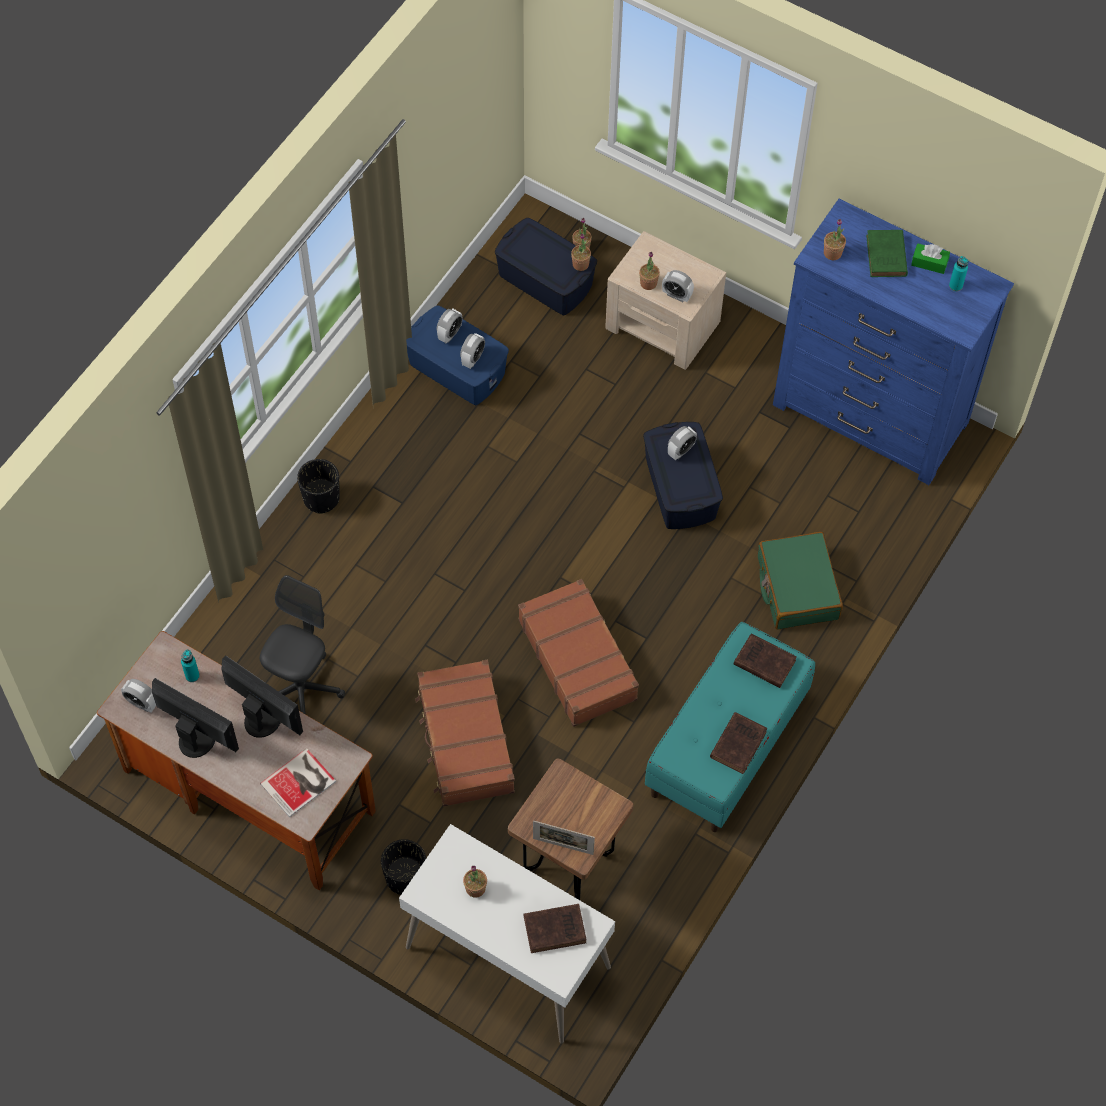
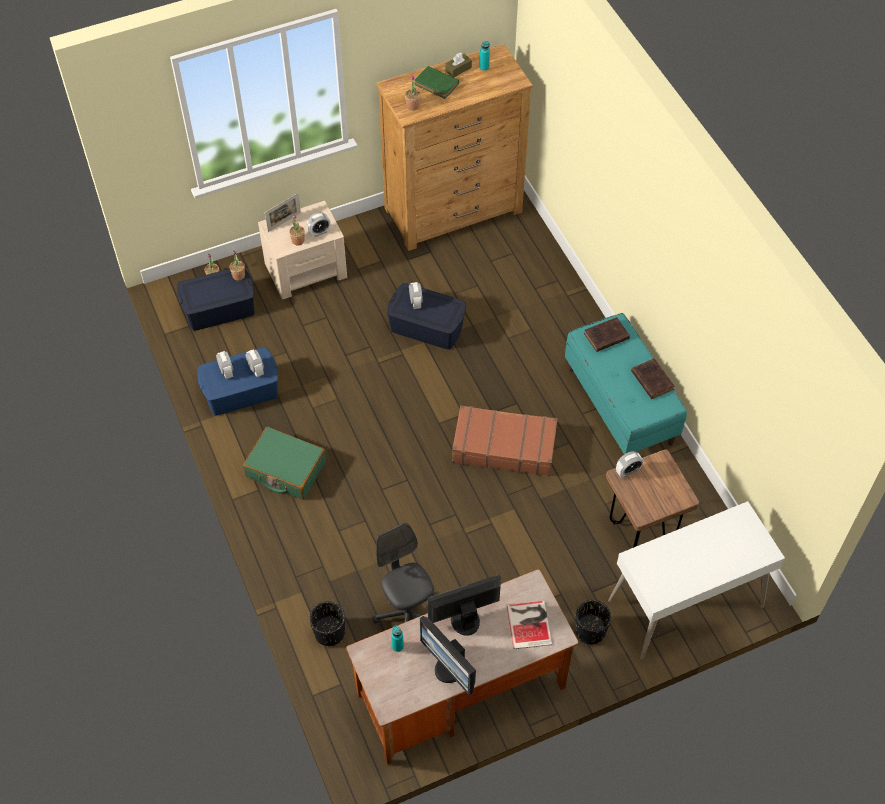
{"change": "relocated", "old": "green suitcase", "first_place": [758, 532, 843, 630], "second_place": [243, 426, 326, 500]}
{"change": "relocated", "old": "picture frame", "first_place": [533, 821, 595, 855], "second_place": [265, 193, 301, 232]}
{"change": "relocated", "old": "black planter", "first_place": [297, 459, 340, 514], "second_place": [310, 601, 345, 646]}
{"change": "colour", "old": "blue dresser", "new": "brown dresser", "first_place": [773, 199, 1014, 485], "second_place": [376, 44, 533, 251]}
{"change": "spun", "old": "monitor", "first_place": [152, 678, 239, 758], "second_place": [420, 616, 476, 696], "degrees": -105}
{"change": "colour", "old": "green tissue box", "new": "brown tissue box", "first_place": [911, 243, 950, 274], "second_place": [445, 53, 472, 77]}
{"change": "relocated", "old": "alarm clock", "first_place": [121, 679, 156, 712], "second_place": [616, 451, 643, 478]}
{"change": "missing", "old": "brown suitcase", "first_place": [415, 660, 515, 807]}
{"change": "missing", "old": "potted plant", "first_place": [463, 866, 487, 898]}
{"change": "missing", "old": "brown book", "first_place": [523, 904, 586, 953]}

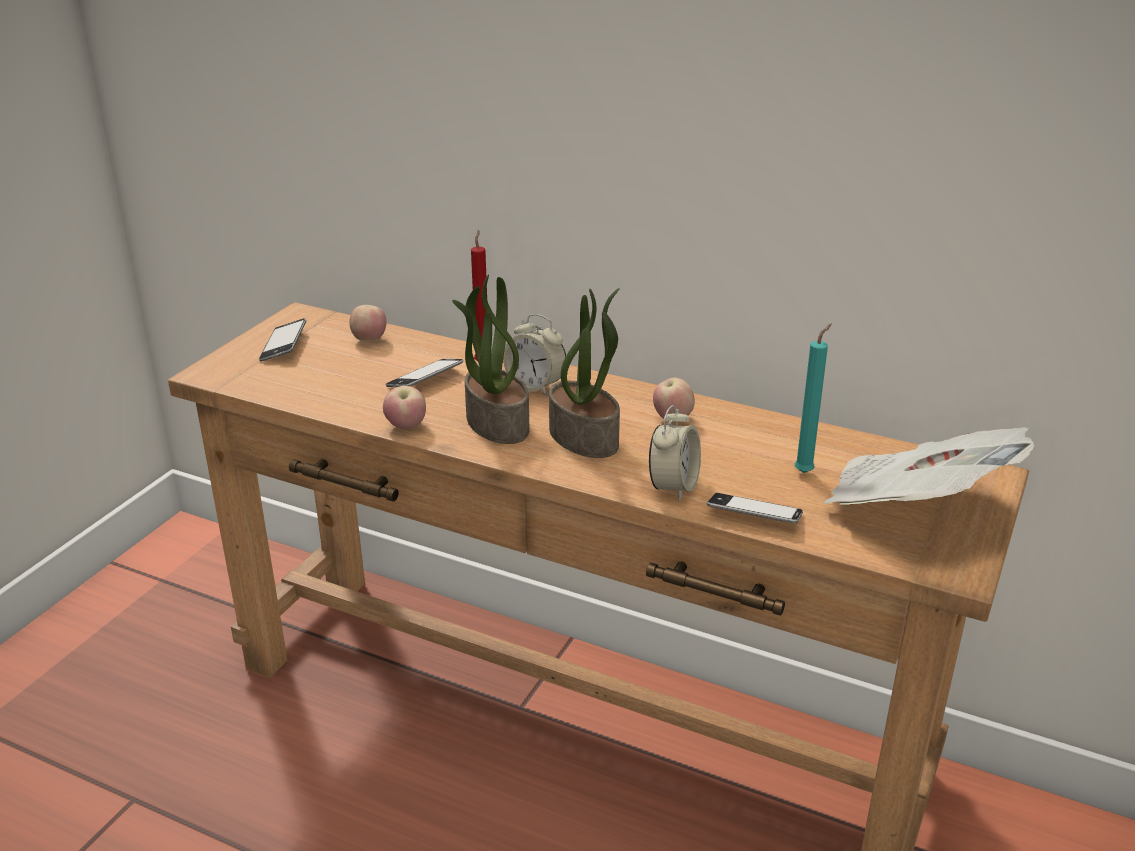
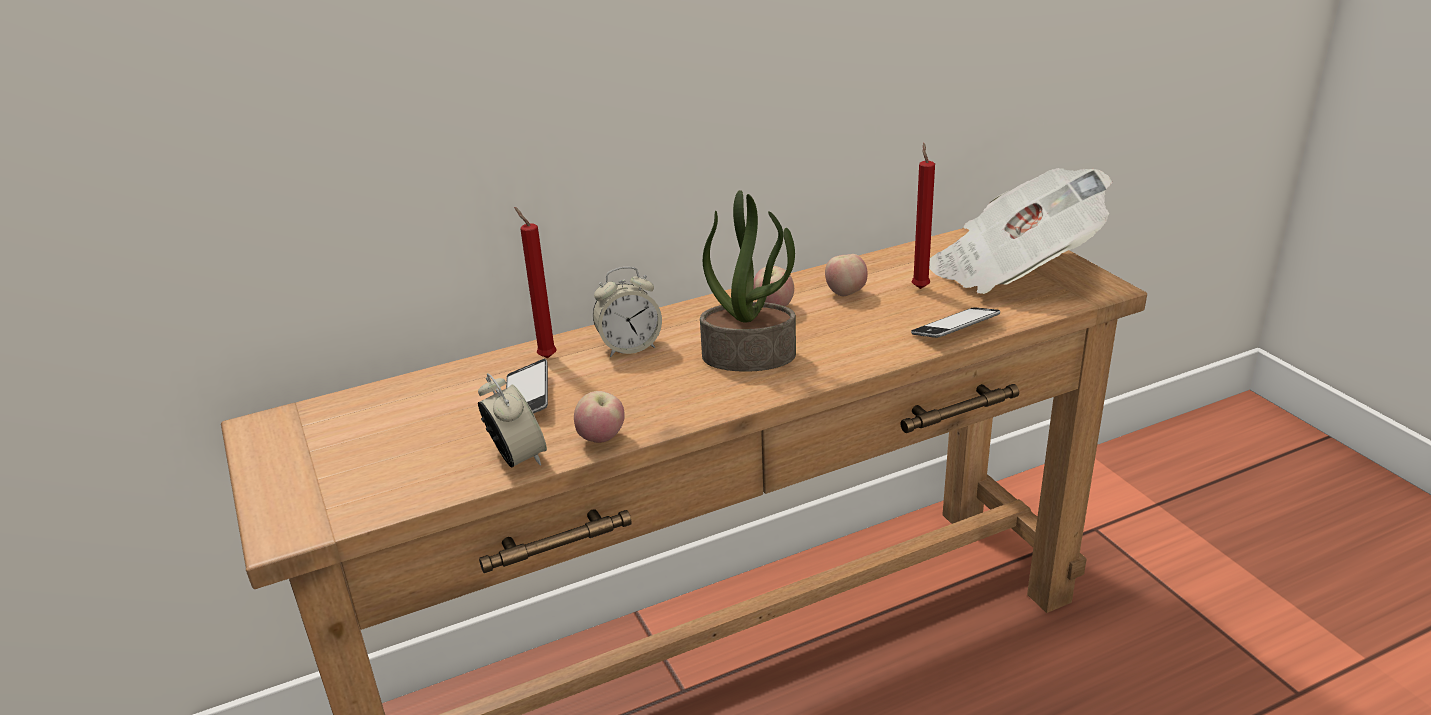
{"change": "relocated", "old": "alarm clock", "first_place": [649, 405, 701, 501], "second_place": [478, 373, 547, 468]}
{"change": "relocated", "old": "apple", "first_place": [349, 305, 386, 340], "second_place": [825, 254, 868, 296]}
{"change": "colour", "old": "turquoise candle", "new": "red candle", "first_place": [795, 323, 832, 473], "second_place": [912, 143, 935, 289]}
{"change": "missing", "old": "phone", "first_place": [259, 318, 306, 361]}
{"change": "missing", "old": "potted plant", "first_place": [452, 274, 530, 444]}

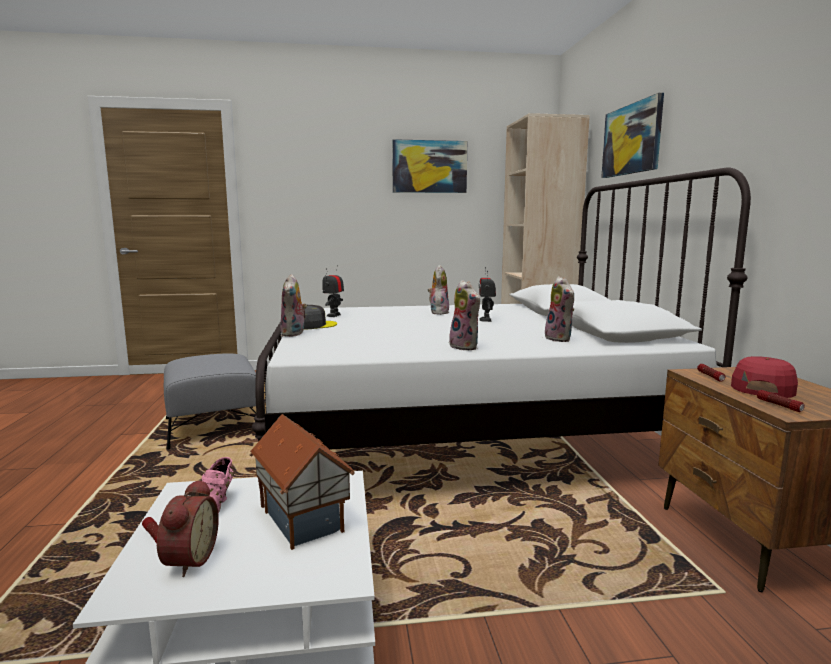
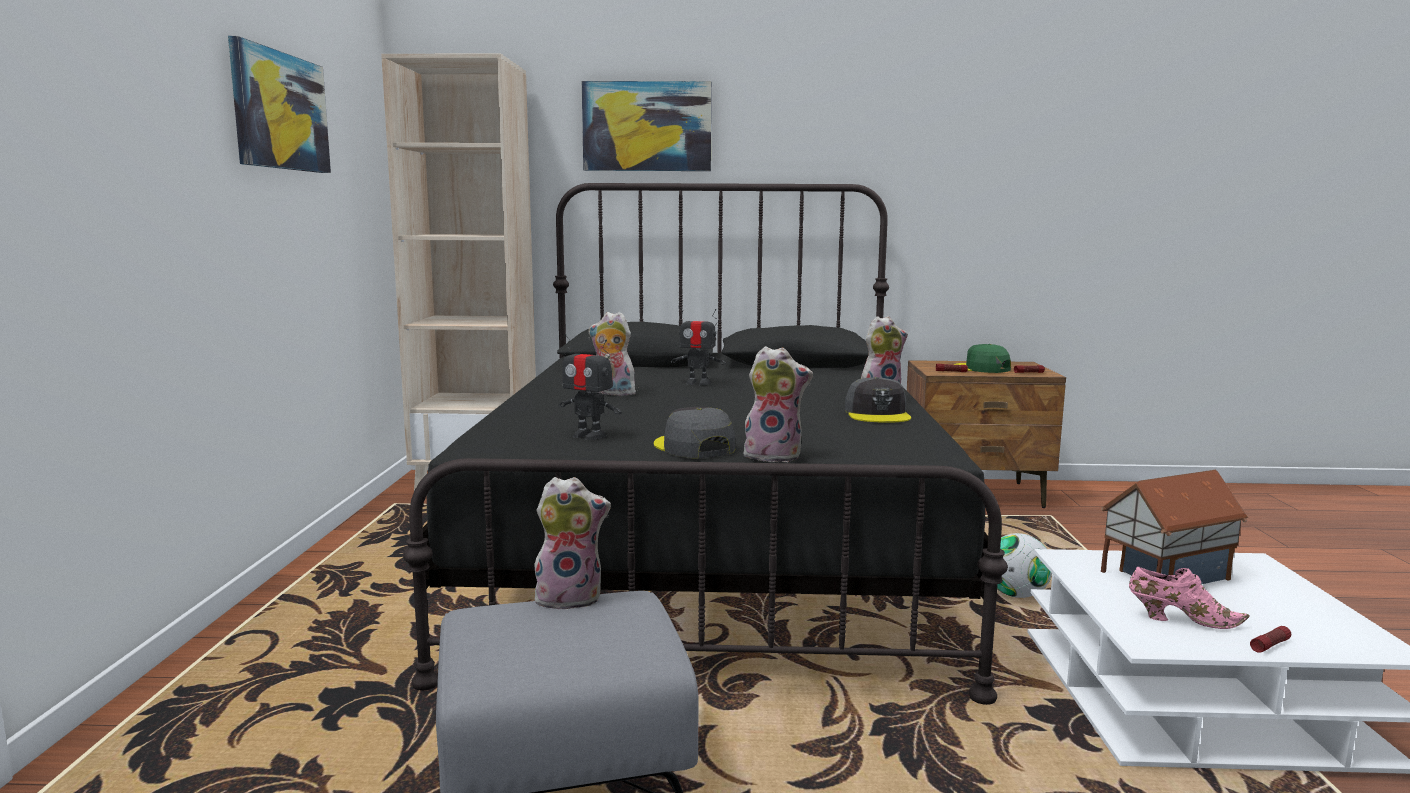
{"change": "colour", "old": "white bed", "new": "black bed", "first_place": [252, 167, 751, 449], "second_place": [403, 183, 1008, 705]}
{"change": "relocated", "old": "plush toy", "first_place": [545, 276, 574, 342], "second_place": [535, 477, 611, 610]}
{"change": "appeared", "new": "grey cap", "second_place": [845, 377, 911, 423]}
{"change": "colour", "old": "red cap", "new": "green cap", "first_place": [731, 356, 798, 398], "second_place": [953, 344, 1011, 373]}
{"change": "appeared", "new": "football", "second_place": [997, 533, 1052, 598]}
{"change": "missing", "old": "alarm clock", "first_place": [157, 479, 219, 577]}

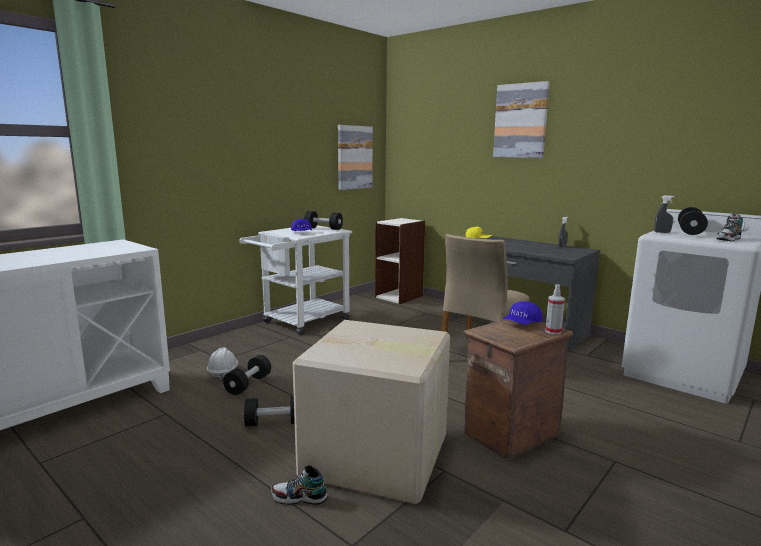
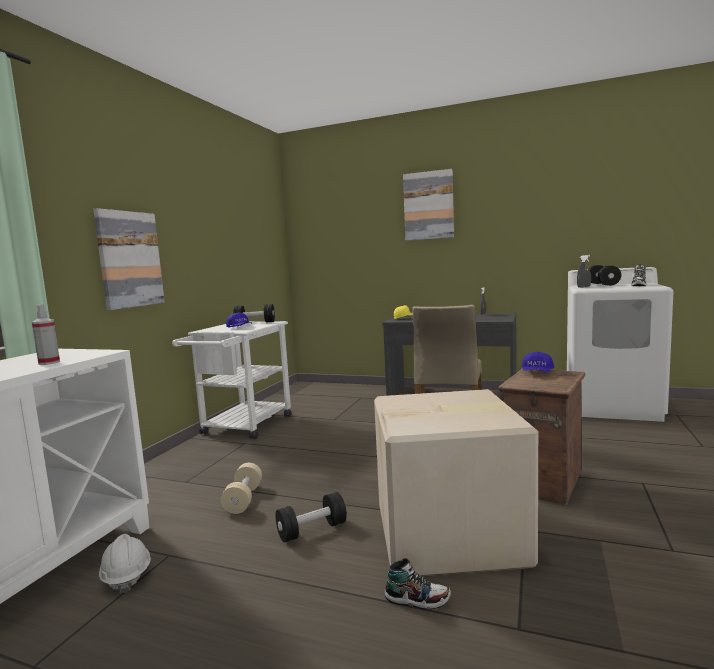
{"change": "relocated", "old": "spray bottle", "first_place": [545, 284, 565, 334], "second_place": [32, 305, 60, 365]}
{"change": "relocated", "old": "picture", "first_place": [338, 125, 373, 190], "second_place": [93, 208, 165, 310]}
{"change": "relocated", "old": "white hard hat", "first_place": [207, 347, 238, 380], "second_place": [99, 534, 151, 593]}
{"change": "colour", "old": "black dumbbell", "new": "beige dumbbell", "first_place": [223, 355, 271, 395], "second_place": [221, 463, 262, 514]}
{"change": "spun", "old": "shoe", "first_place": [271, 465, 328, 505], "second_place": [384, 558, 451, 610], "degrees": -150}
{"change": "missing", "old": "bookcase", "first_place": [375, 218, 425, 304]}

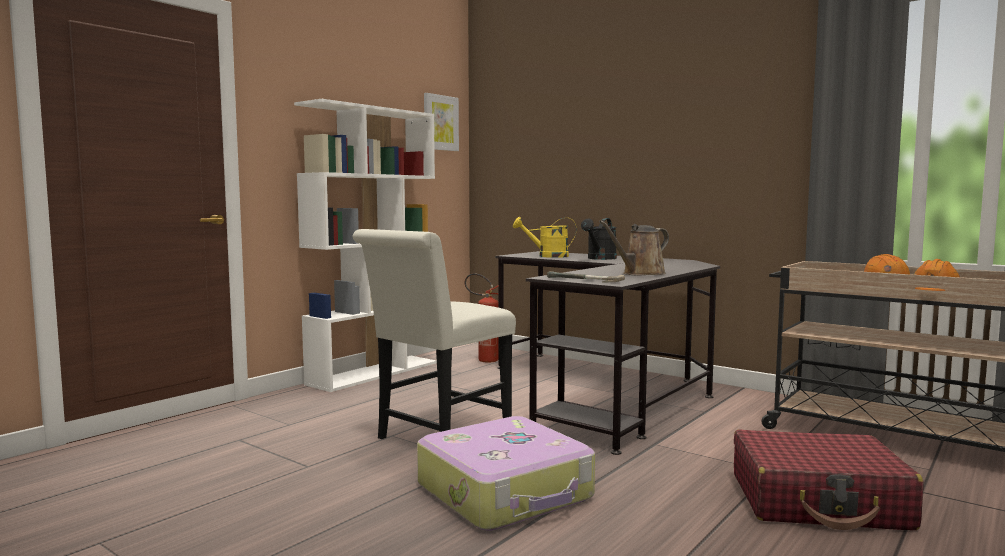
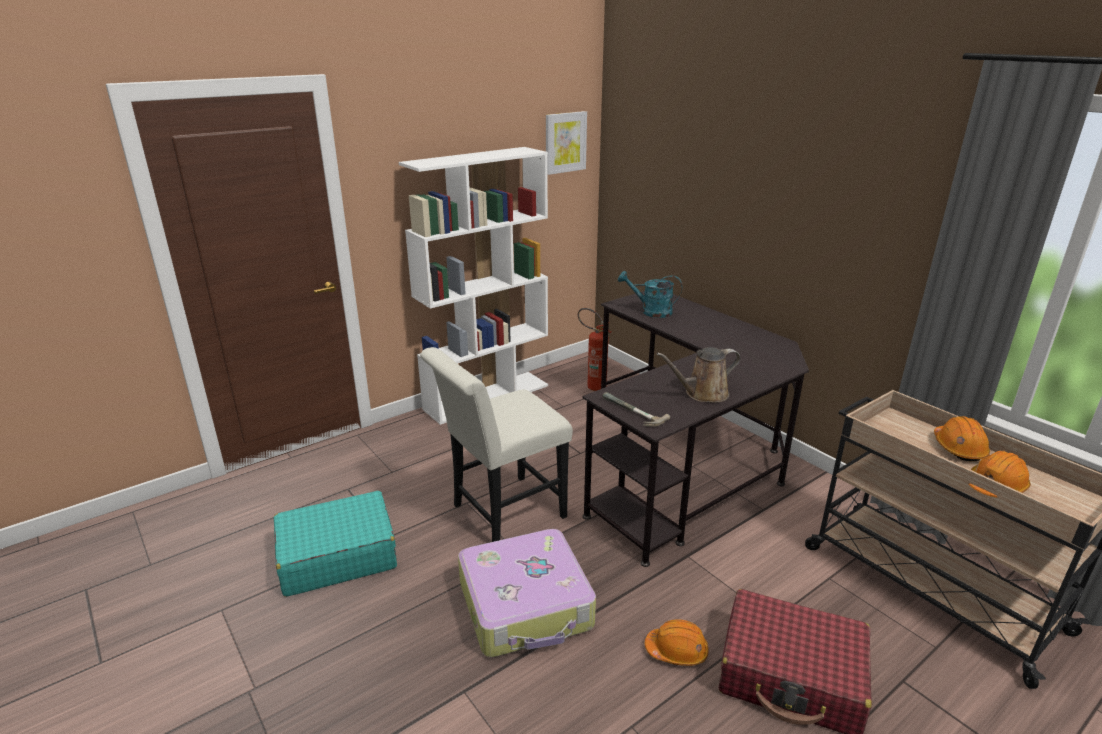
{"change": "appeared", "new": "turquoise suitcase", "second_place": [274, 491, 397, 597]}
{"change": "colour", "old": "yellow watering can", "new": "turquoise watering can", "first_place": [513, 217, 576, 258], "second_place": [618, 271, 682, 318]}
{"change": "appeared", "new": "orange hard hat", "second_place": [645, 619, 709, 666]}
{"change": "missing", "old": "black watering can", "first_place": [581, 218, 617, 260]}

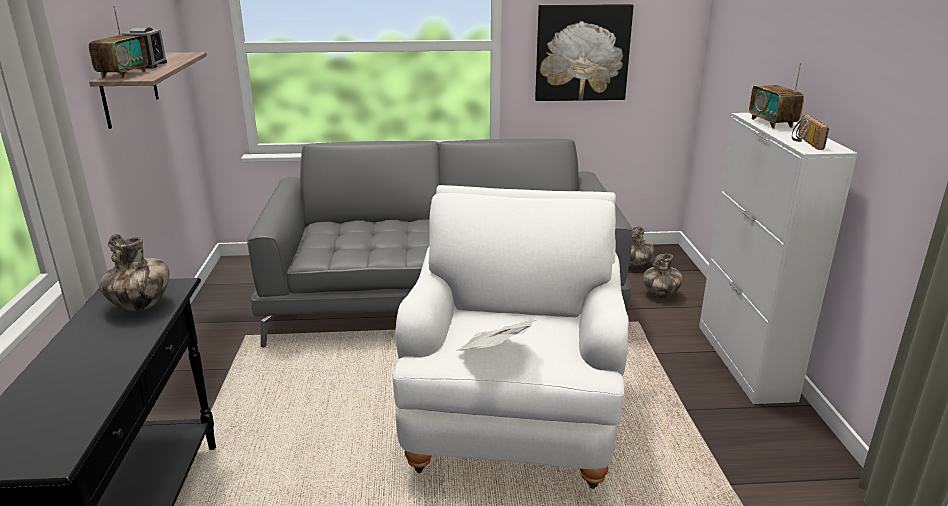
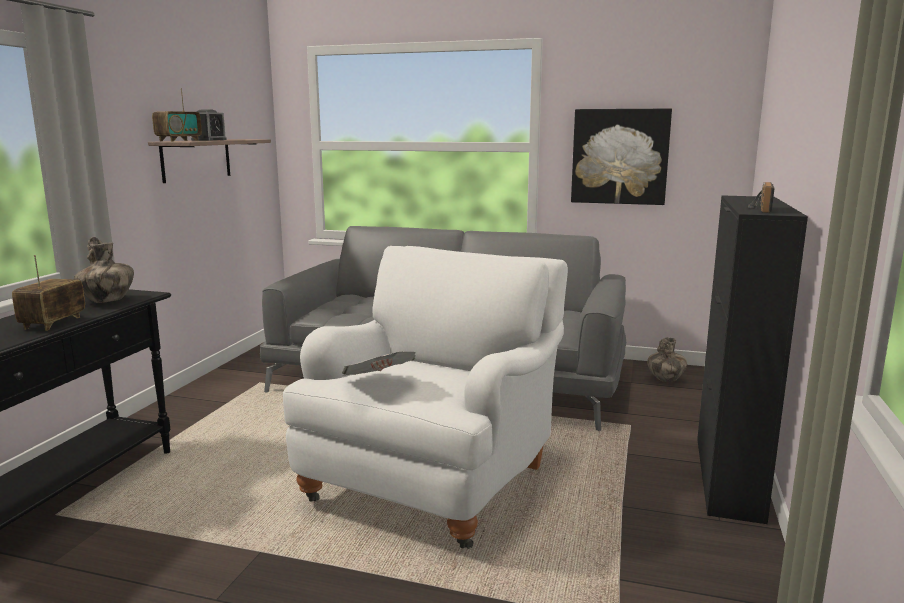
{"change": "relocated", "old": "radio", "first_place": [749, 63, 804, 129], "second_place": [12, 255, 85, 331]}
{"change": "colour", "old": "white cabinet", "new": "black cabinet", "first_place": [699, 113, 858, 404], "second_place": [697, 196, 808, 524]}
{"change": "missing", "old": "vase", "first_place": [643, 254, 683, 298]}

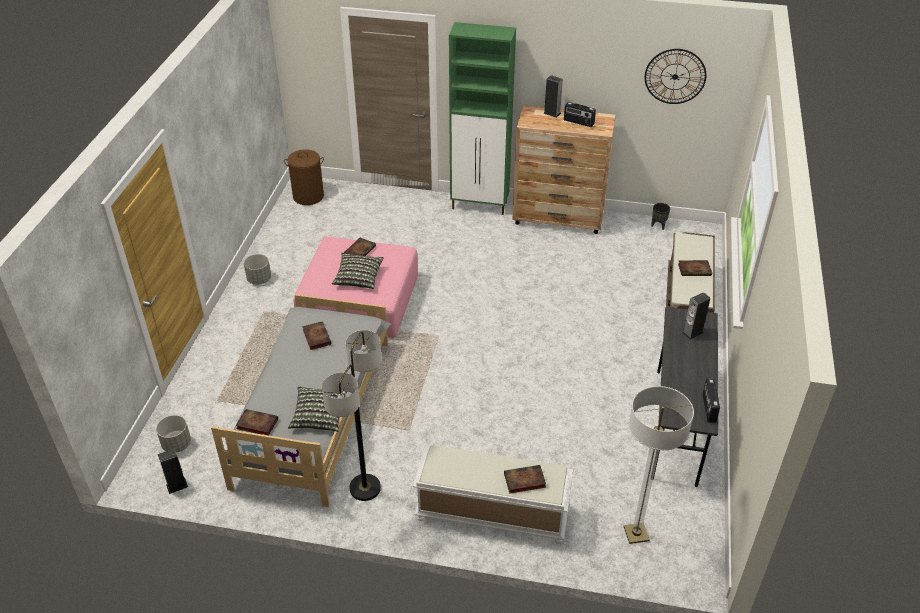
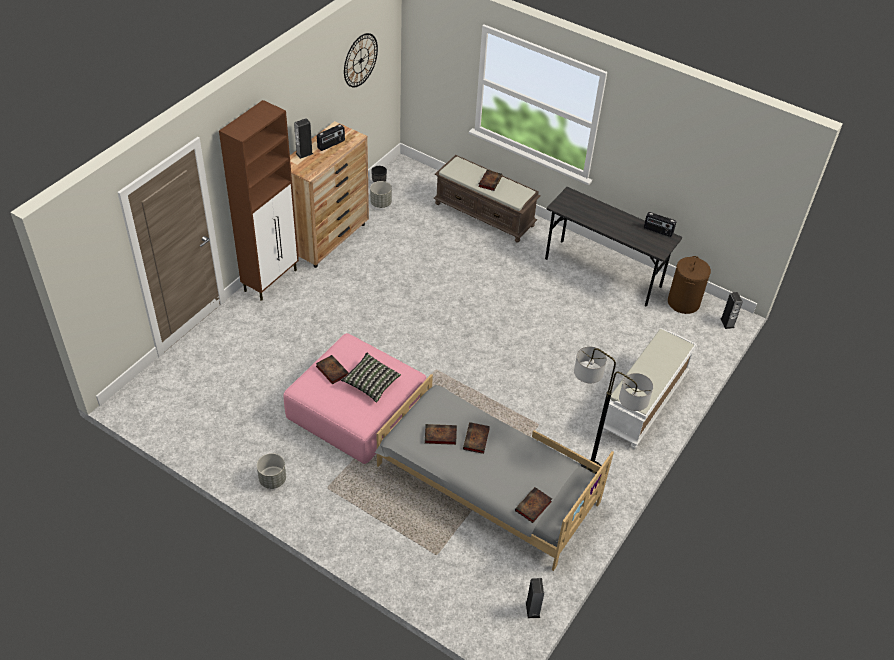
{"change": "colour", "old": "green cabinet", "new": "brown cabinet", "first_place": [449, 22, 516, 215], "second_place": [219, 100, 299, 301]}
{"change": "relocated", "old": "grey planter", "first_place": [156, 415, 191, 453], "second_place": [370, 181, 392, 208]}
{"change": "relocated", "old": "book", "first_place": [504, 465, 546, 494], "second_place": [463, 422, 490, 454]}
{"change": "relocated", "old": "brown laundry basket", "first_place": [284, 149, 324, 205], "second_place": [668, 256, 711, 314]}
{"change": "relocated", "old": "speaker", "first_place": [682, 292, 710, 340], "second_place": [720, 292, 743, 329]}
{"change": "missing", "old": "pillow", "first_place": [288, 386, 348, 432]}
{"change": "missing", "old": "floor lamp", "first_place": [624, 386, 694, 544]}

